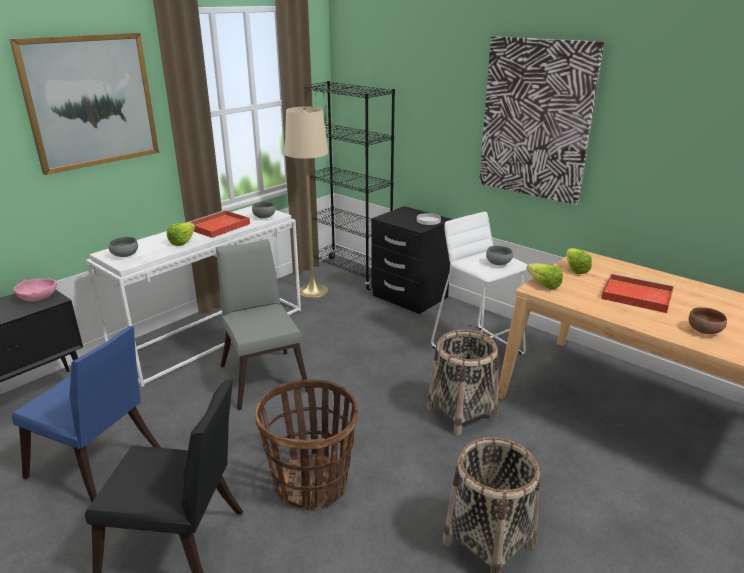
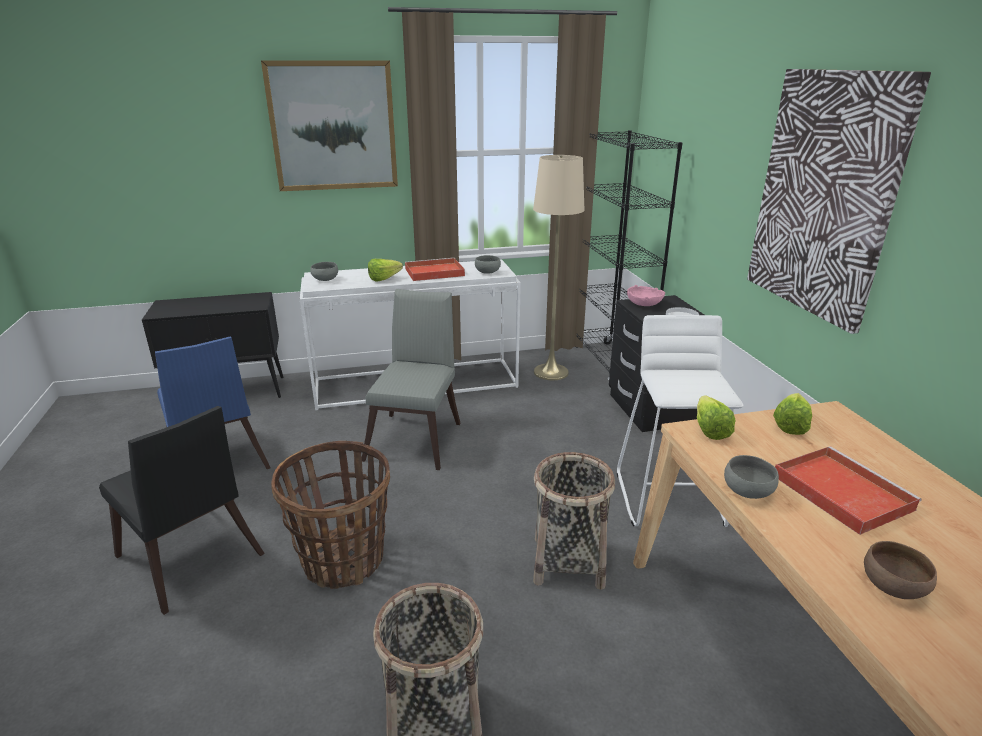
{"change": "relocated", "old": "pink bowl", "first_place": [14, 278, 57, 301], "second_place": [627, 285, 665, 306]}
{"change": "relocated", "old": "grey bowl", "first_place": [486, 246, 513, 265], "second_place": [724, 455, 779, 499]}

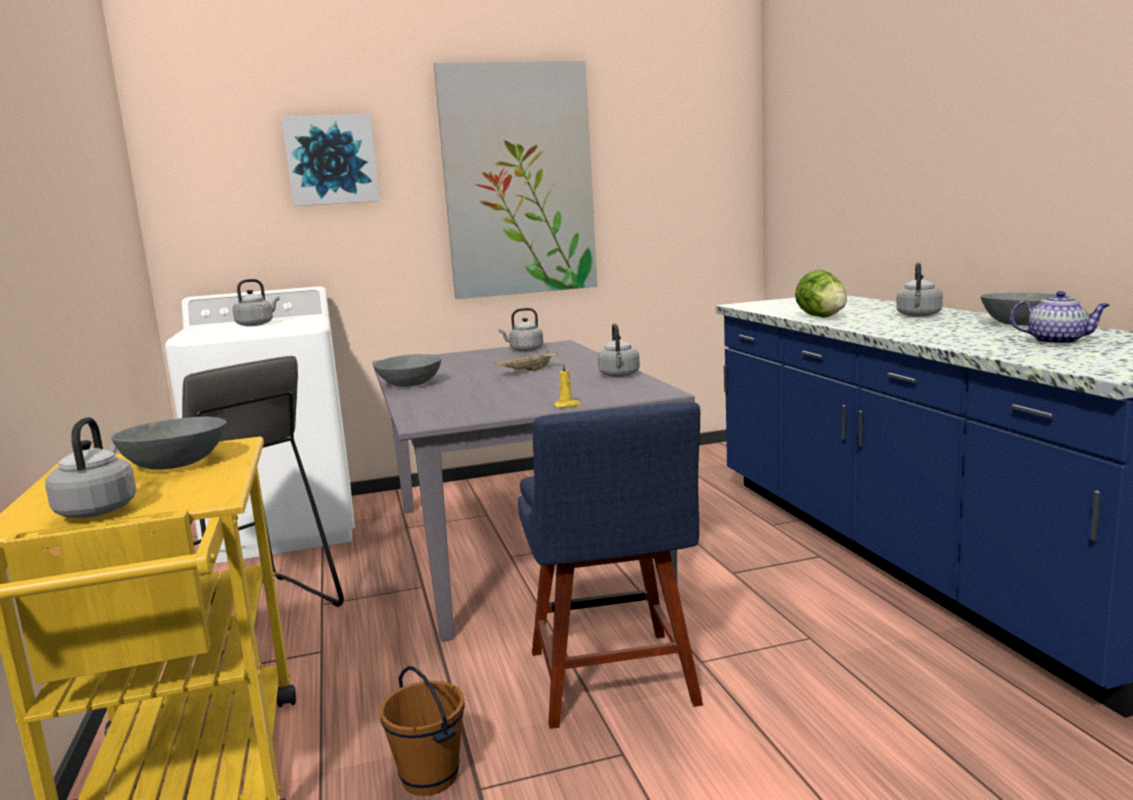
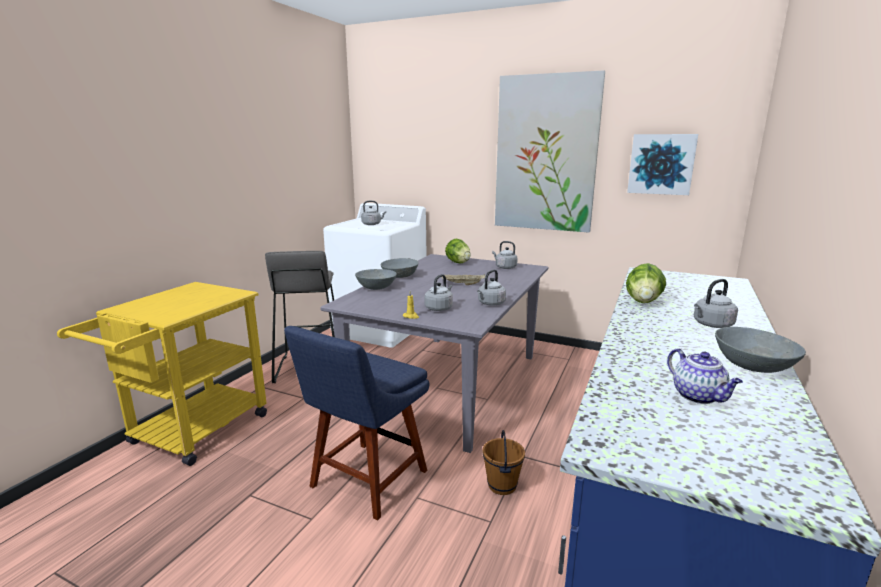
{"change": "relocated", "old": "grey bowl", "first_place": [111, 417, 227, 470], "second_place": [355, 269, 397, 290]}
{"change": "relocated", "old": "grey kettle", "first_place": [45, 417, 136, 518], "second_place": [425, 274, 453, 311]}
{"change": "appeared", "new": "lettuce", "second_place": [445, 239, 471, 263]}
{"change": "relocated", "old": "brown bucket", "first_place": [379, 666, 465, 796], "second_place": [483, 430, 525, 495]}
{"change": "relocated", "old": "picture", "first_place": [282, 114, 380, 206], "second_place": [627, 134, 698, 195]}

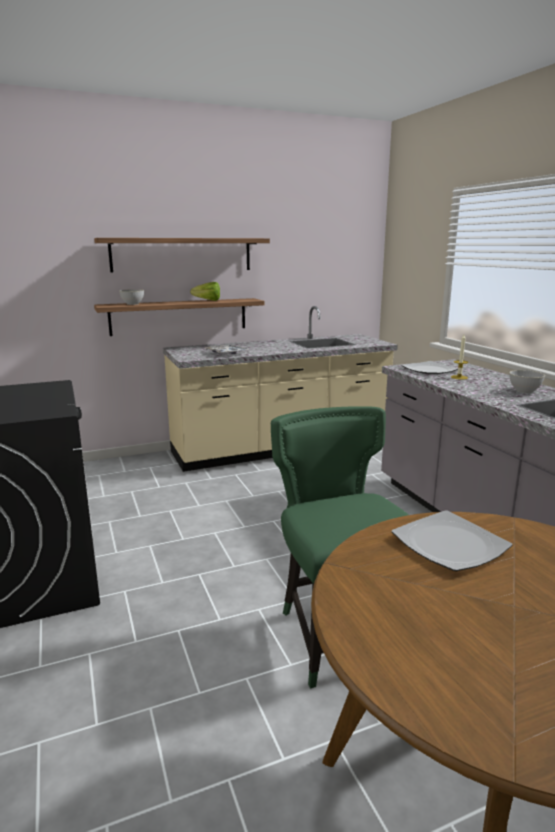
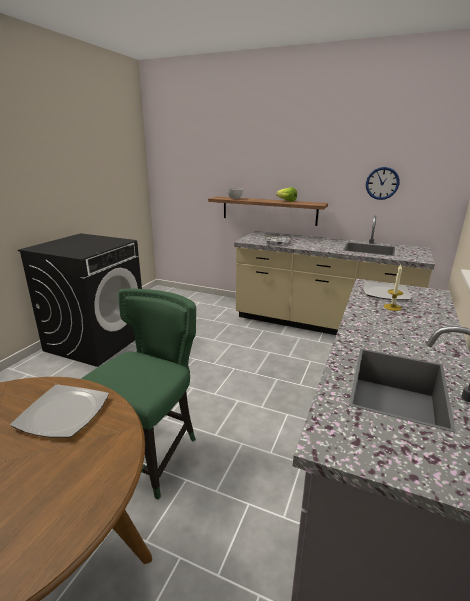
{"change": "appeared", "new": "wall clock", "second_place": [366, 167, 399, 200]}
{"change": "missing", "old": "shelf", "first_place": [94, 238, 270, 272]}
{"change": "missing", "old": "grey bowl", "first_place": [509, 370, 545, 393]}

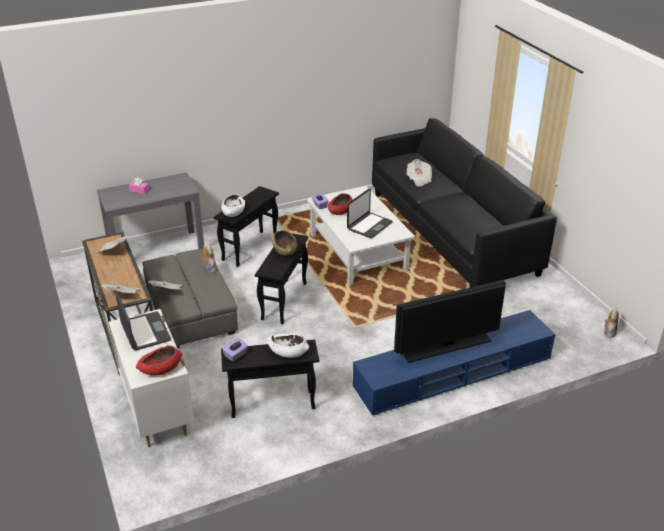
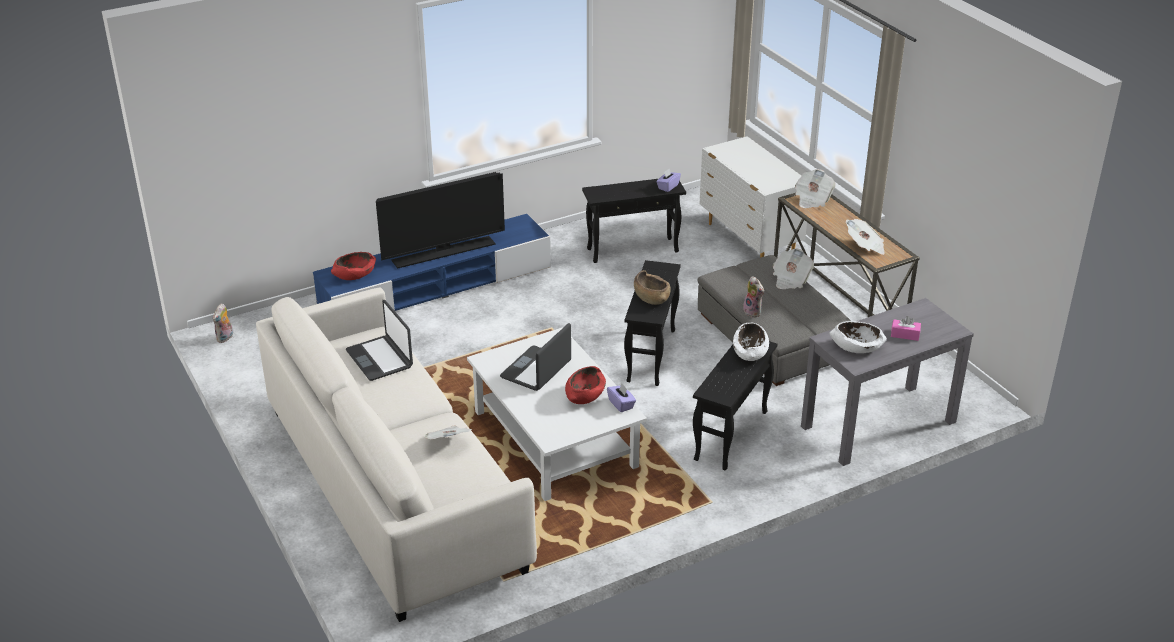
{"change": "colour", "old": "black sofa", "new": "white sofa", "first_place": [372, 118, 557, 287], "second_place": [256, 288, 537, 622]}
{"change": "relocated", "old": "red bowl", "first_place": [136, 345, 182, 376], "second_place": [331, 252, 376, 280]}
{"change": "relocated", "old": "laptop", "first_place": [116, 293, 171, 350], "second_place": [346, 300, 413, 381]}
{"change": "relocated", "old": "white bowl", "first_place": [267, 333, 309, 358], "second_place": [830, 321, 887, 353]}

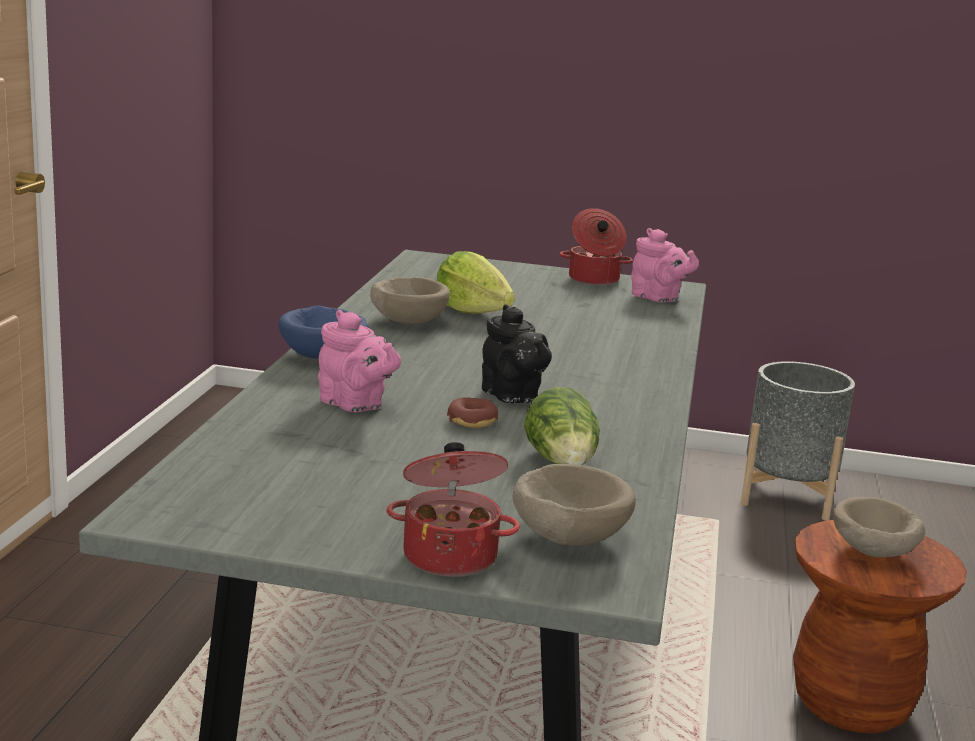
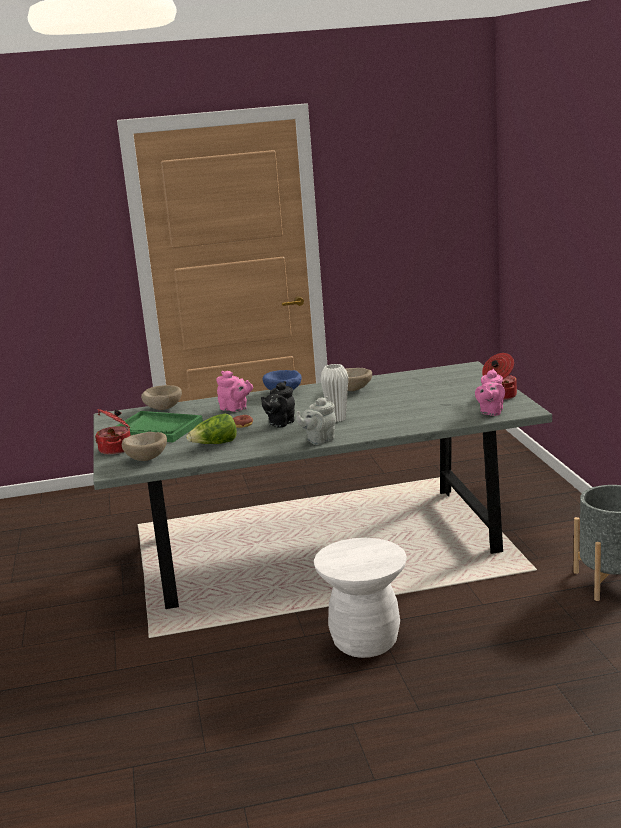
{"change": "appeared", "new": "green tray", "second_place": [116, 411, 203, 442]}
{"change": "relocated", "old": "beige bowl", "first_place": [833, 497, 925, 557], "second_place": [141, 385, 182, 410]}
{"change": "spun", "old": "pink teapot", "first_place": [318, 310, 401, 412], "second_place": [217, 371, 253, 412], "degrees": -75}
{"change": "appeared", "new": "grey teapot", "second_place": [296, 396, 336, 445]}
{"change": "colour", "old": "brown stool", "new": "white stool", "first_place": [793, 520, 967, 733], "second_place": [314, 538, 407, 658]}
{"change": "appeared", "new": "white vase", "second_place": [321, 364, 348, 422]}
{"change": "missing", "old": "lettuce", "first_place": [437, 251, 515, 314]}

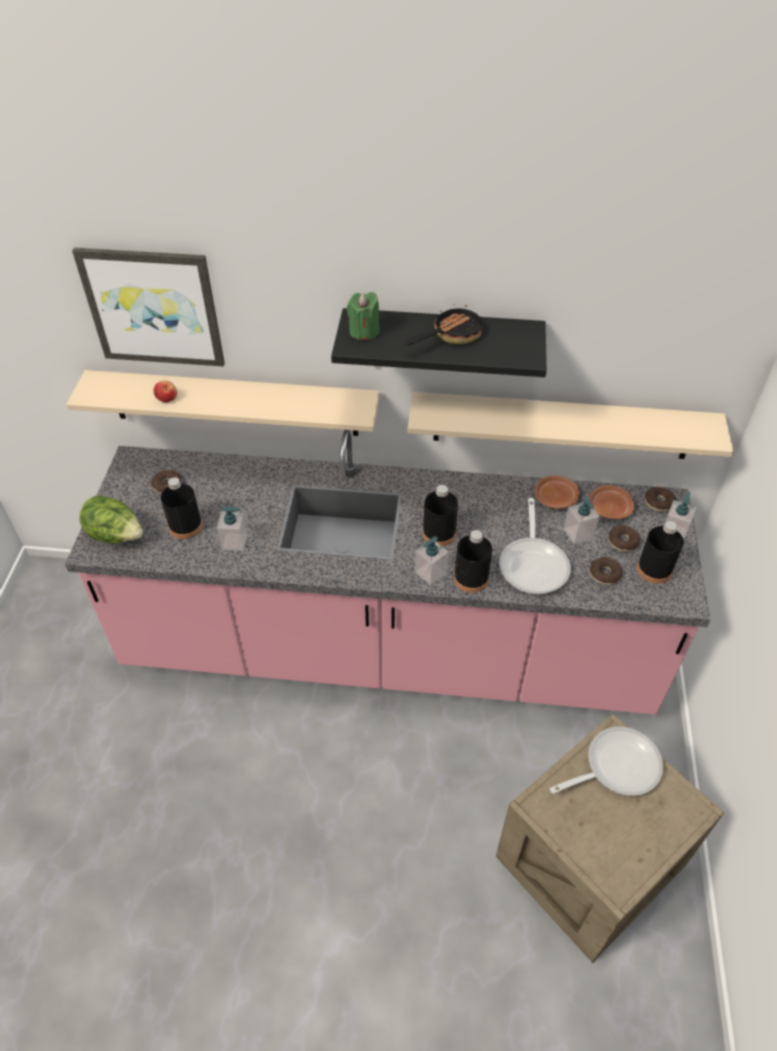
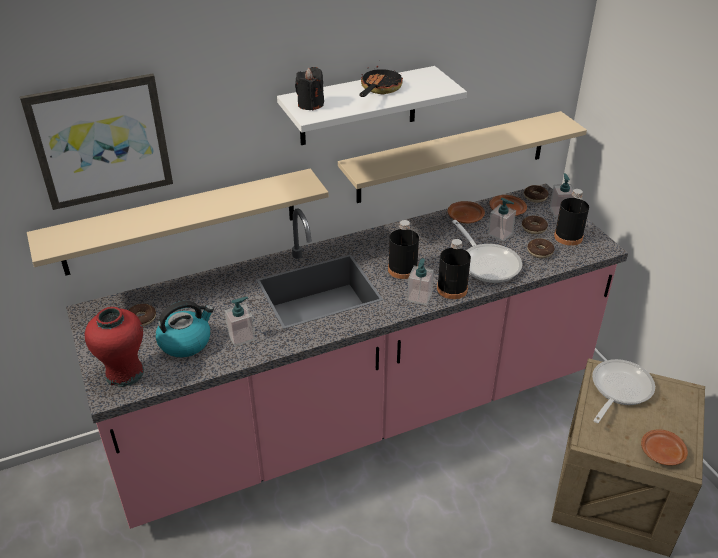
{"change": "exchanged", "old": "lettuce", "new": "red vase", "first_place": [79, 495, 143, 544], "second_place": [85, 307, 144, 387]}
{"change": "exchanged", "old": "black bottle", "new": "kettle", "first_place": [161, 477, 203, 539], "second_place": [156, 301, 214, 357]}
{"change": "colour", "old": "black shelf", "new": "white shelf", "first_place": [331, 308, 547, 377], "second_place": [277, 66, 467, 145]}
{"change": "colour", "old": "green candle", "new": "black candle", "first_place": [347, 292, 380, 341], "second_place": [295, 67, 324, 111]}
{"change": "appeared", "new": "brown plate", "second_place": [641, 429, 688, 465]}
{"change": "missing", "old": "apple", "first_place": [154, 381, 177, 402]}

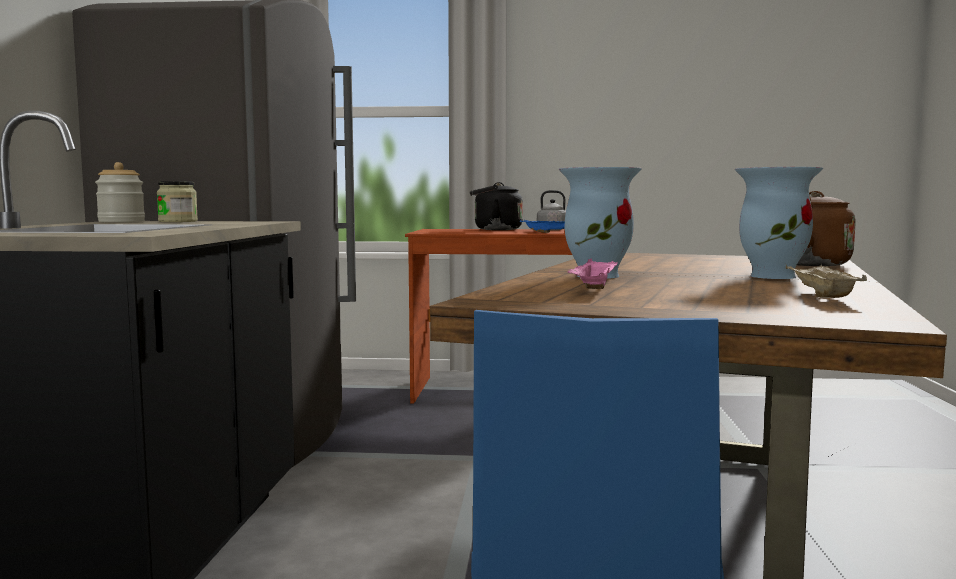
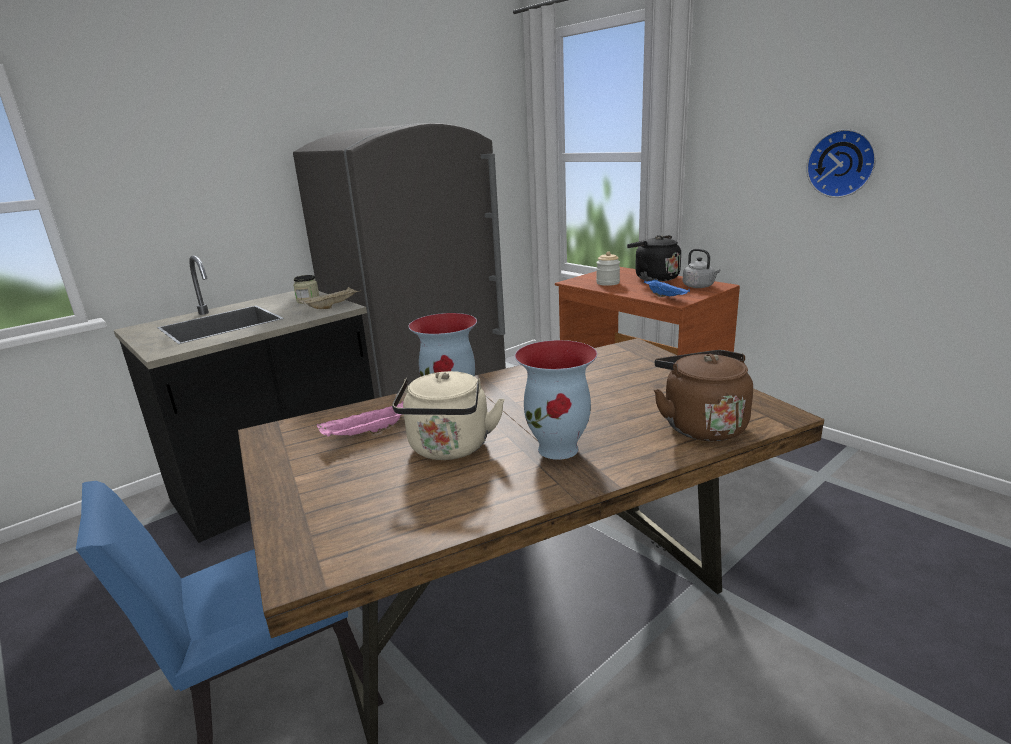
{"change": "relocated", "old": "beige tray", "first_place": [785, 264, 867, 298], "second_place": [298, 287, 359, 309]}
{"change": "appeared", "new": "beige kettle", "second_place": [392, 371, 505, 460]}
{"change": "relocated", "old": "jar", "first_place": [95, 162, 145, 222], "second_place": [596, 251, 620, 286]}
{"change": "appeared", "new": "wall clock", "second_place": [806, 129, 876, 198]}

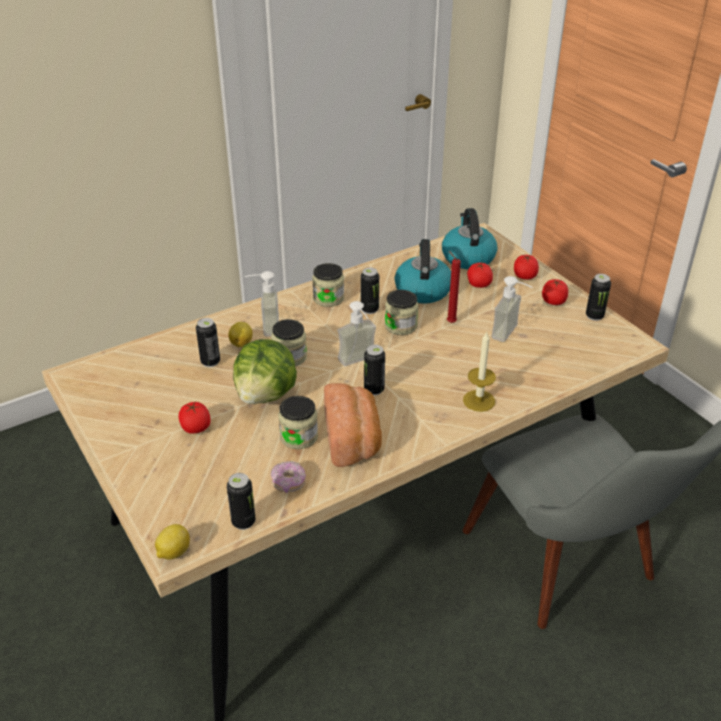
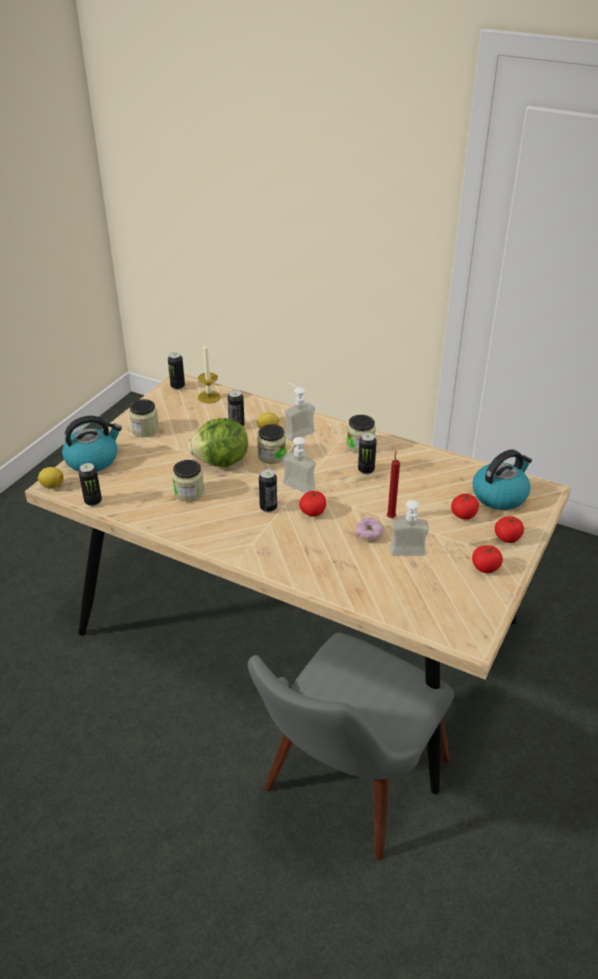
{"change": "relocated", "old": "kettle", "first_place": [395, 239, 451, 304], "second_place": [62, 416, 122, 472]}
{"change": "relocated", "old": "jar", "first_place": [385, 290, 418, 335], "second_place": [129, 399, 159, 437]}
{"change": "relocated", "old": "can", "first_place": [586, 274, 611, 321], "second_place": [168, 352, 185, 390]}
{"change": "relocated", "old": "candle", "first_place": [463, 332, 496, 412], "second_place": [198, 343, 221, 403]}
{"change": "relocated", "old": "tomato", "first_place": [179, 402, 211, 434], "second_place": [299, 490, 326, 517]}
{"change": "relocated", "old": "donut", "first_place": [271, 461, 306, 493], "second_place": [356, 517, 384, 542]}
{"change": "missing", "old": "bread", "first_place": [324, 383, 382, 467]}

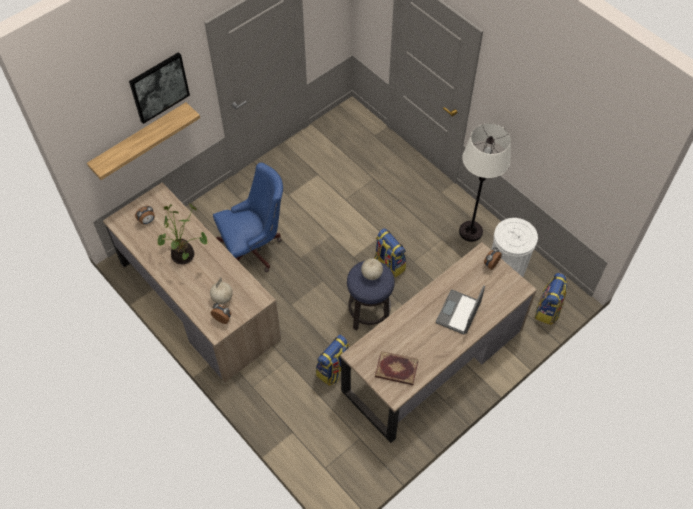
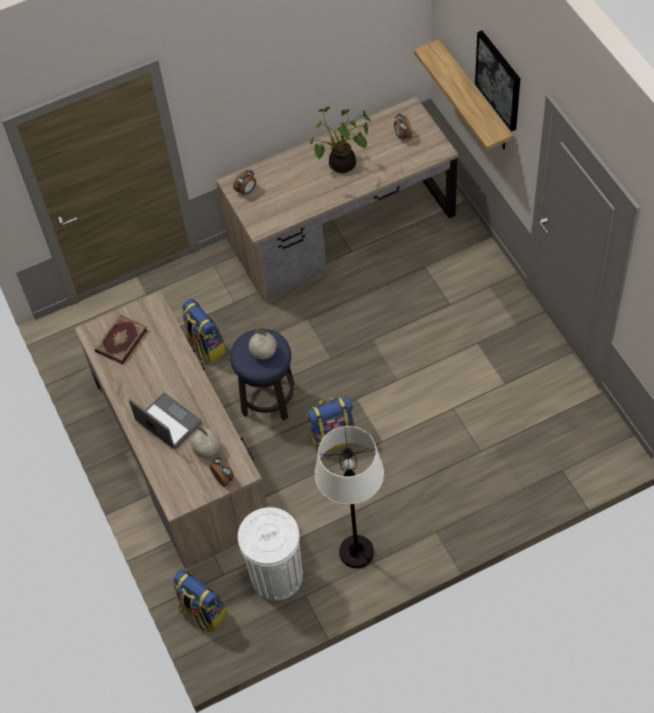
{"change": "relocated", "old": "globe", "first_place": [210, 278, 233, 304], "second_place": [191, 425, 221, 458]}
{"change": "missing", "old": "blue office chair", "first_place": [213, 163, 283, 272]}

